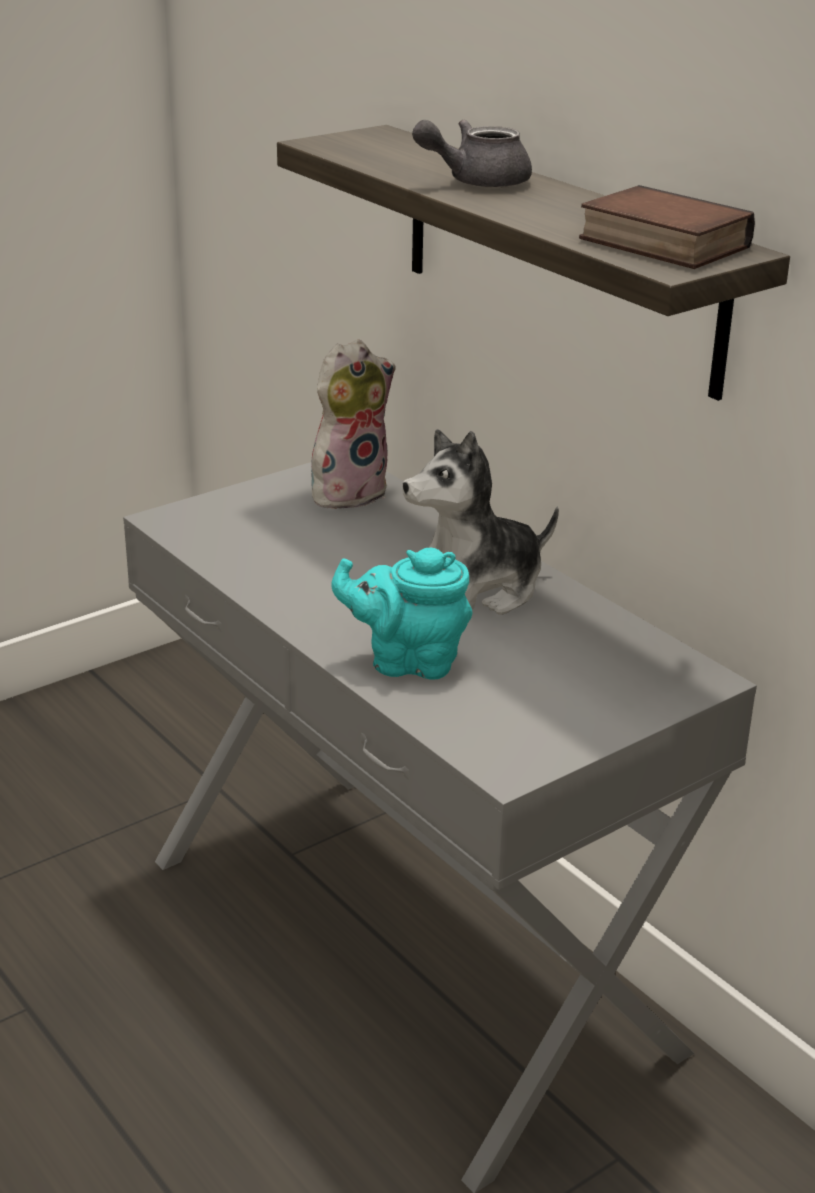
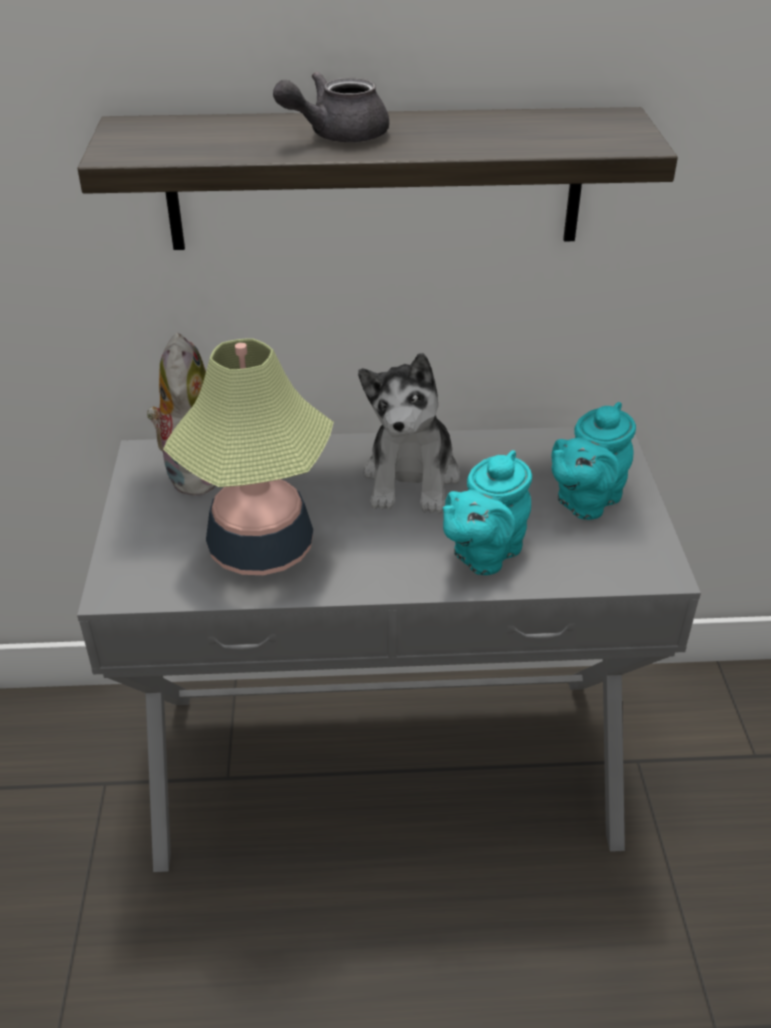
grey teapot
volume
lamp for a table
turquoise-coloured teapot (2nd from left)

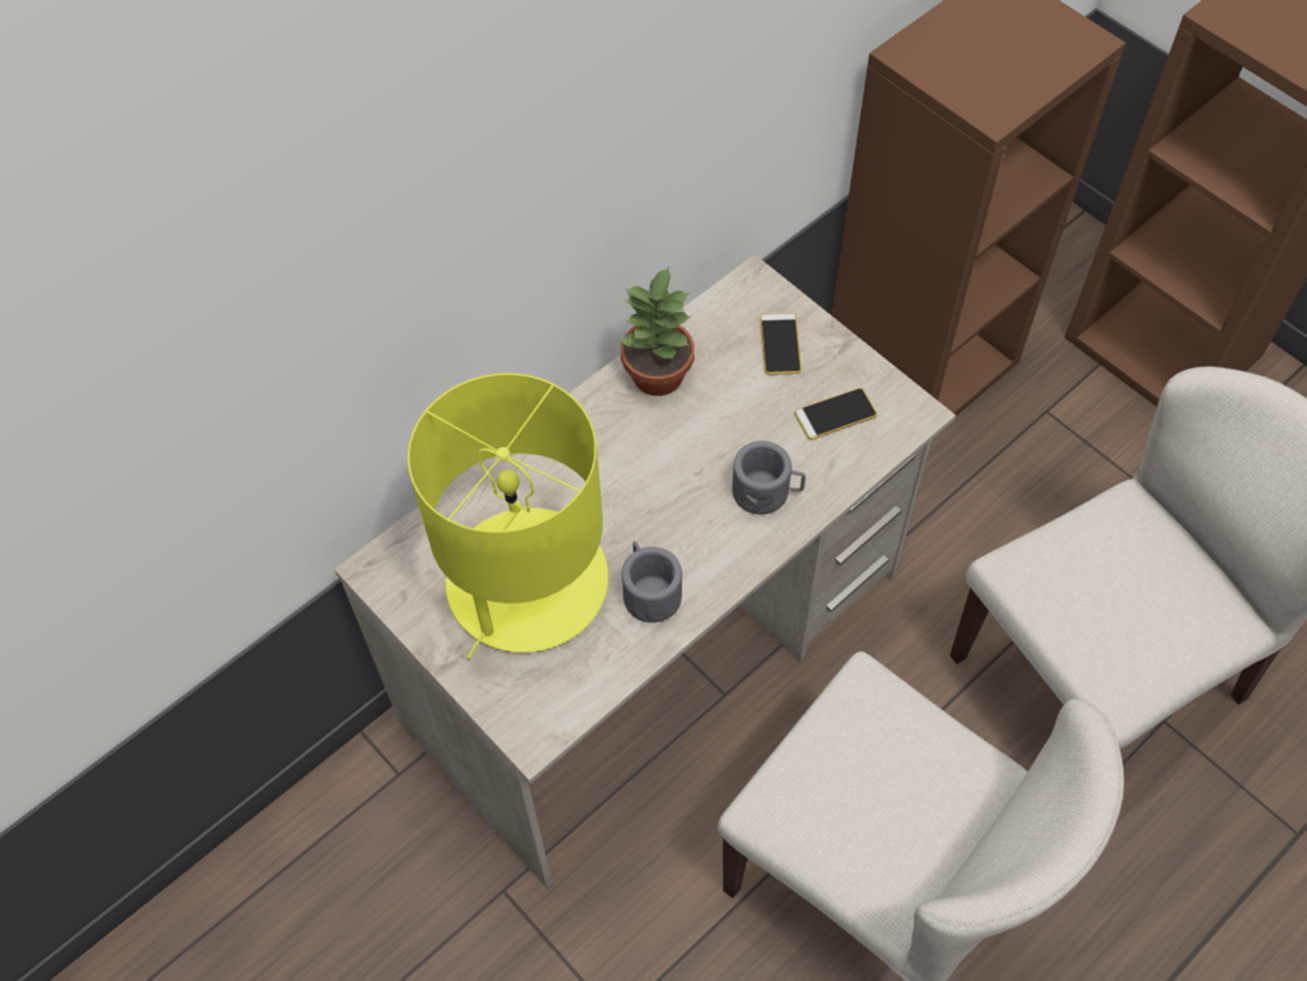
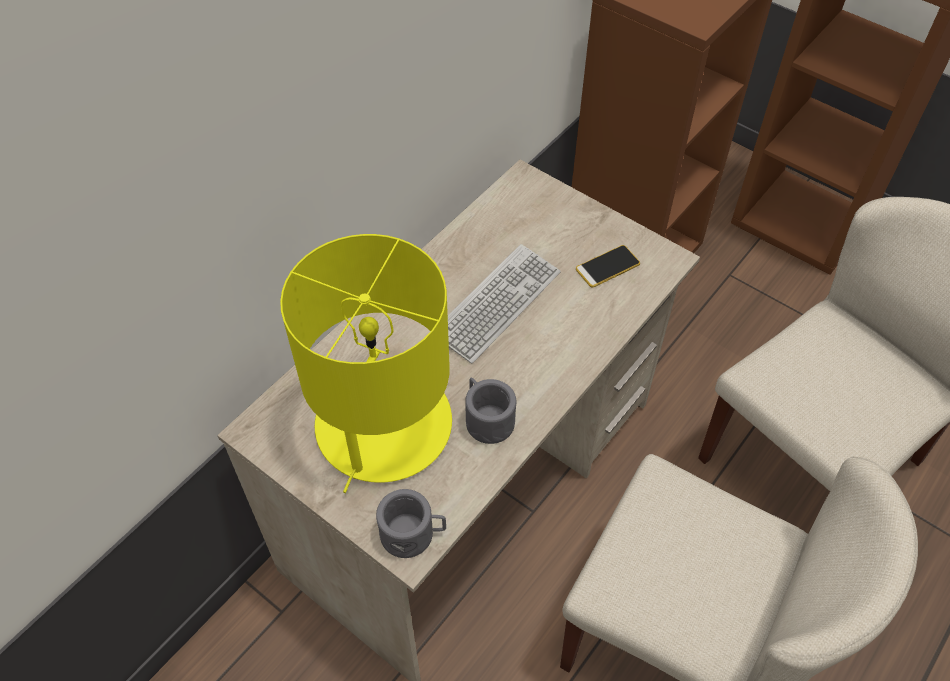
plant in a pot
handset (1st from left in the first image)
grey mug (1st from left)
computer keyboard

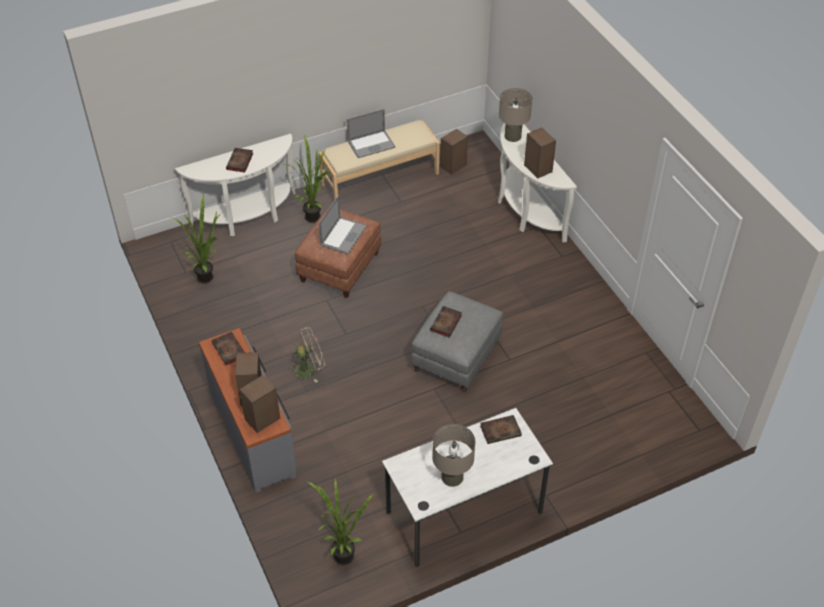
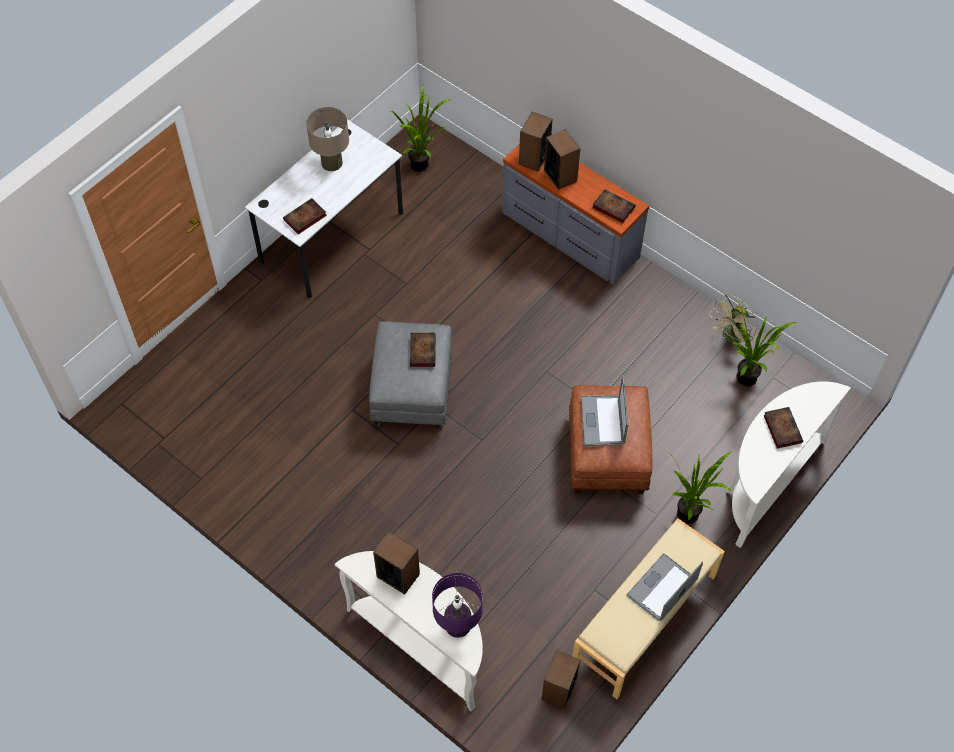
purple lamp for a table
beige electric fan

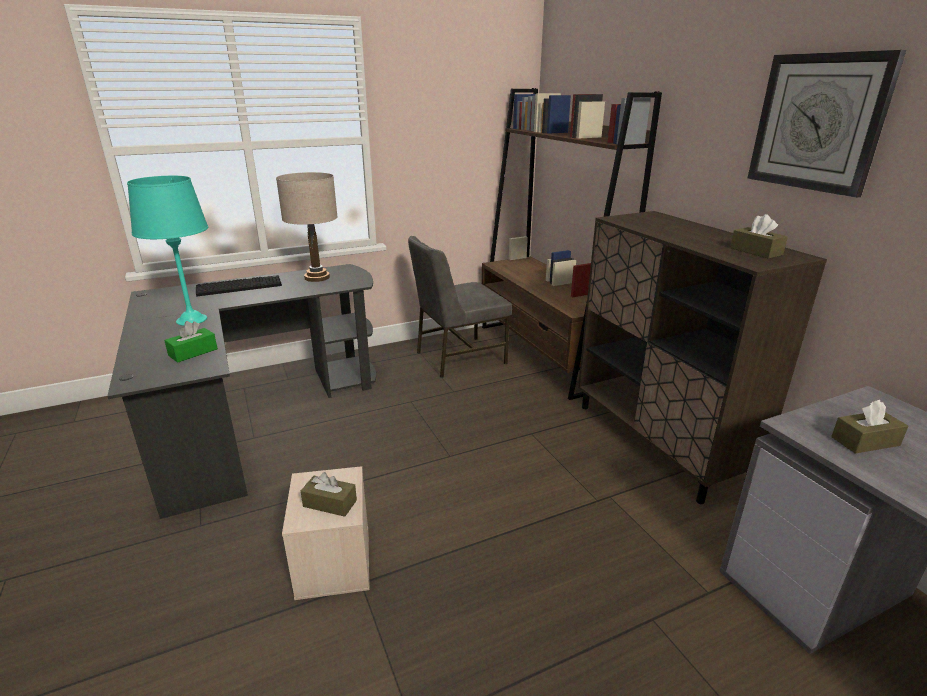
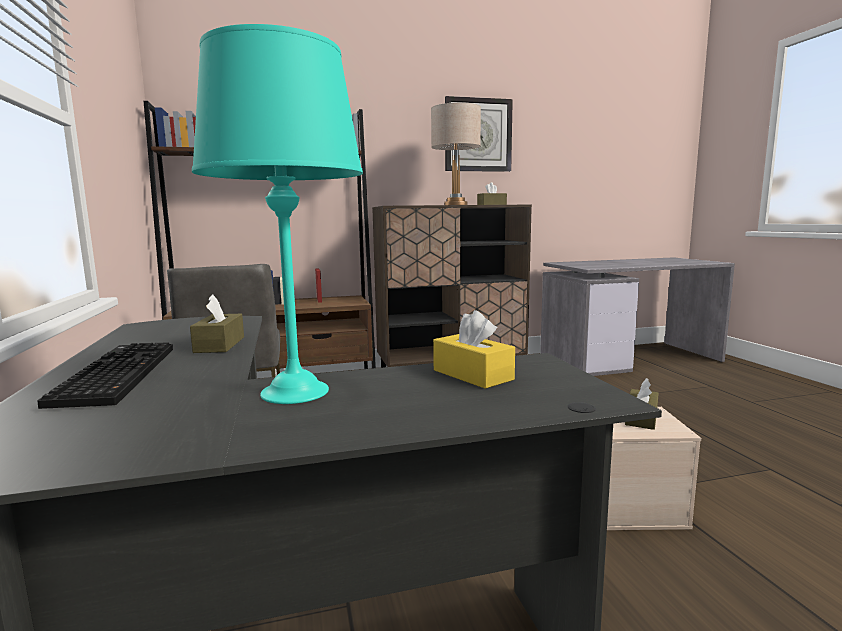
beige lamp for a table
yellow box of tissues
brown-coloured box of tissues (1st from left)

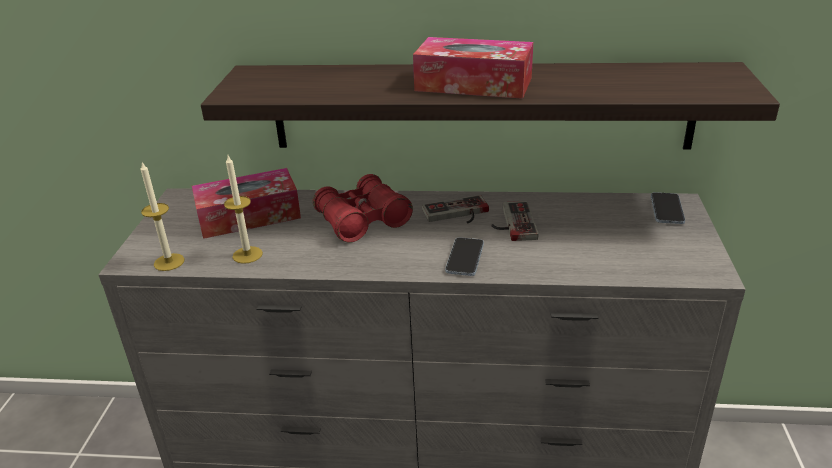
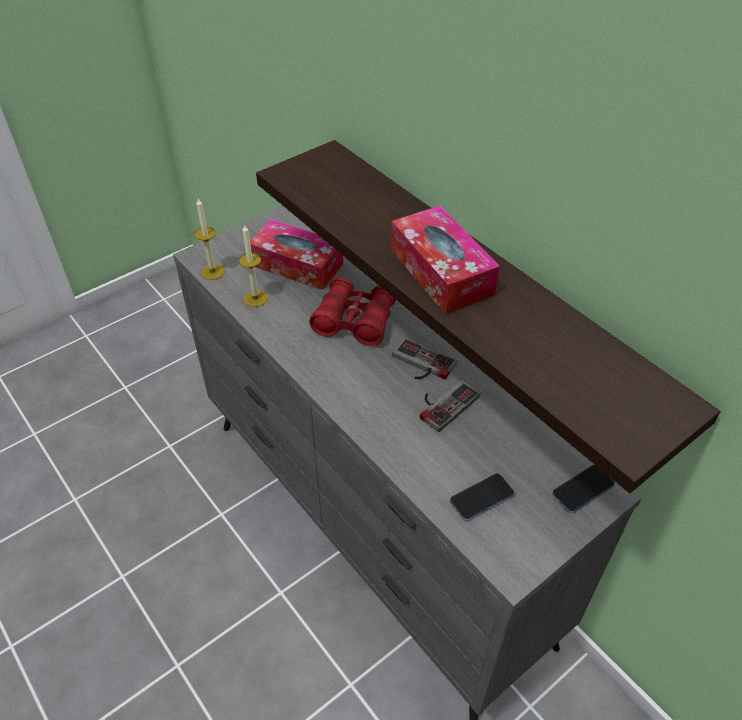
handset (1st from left)

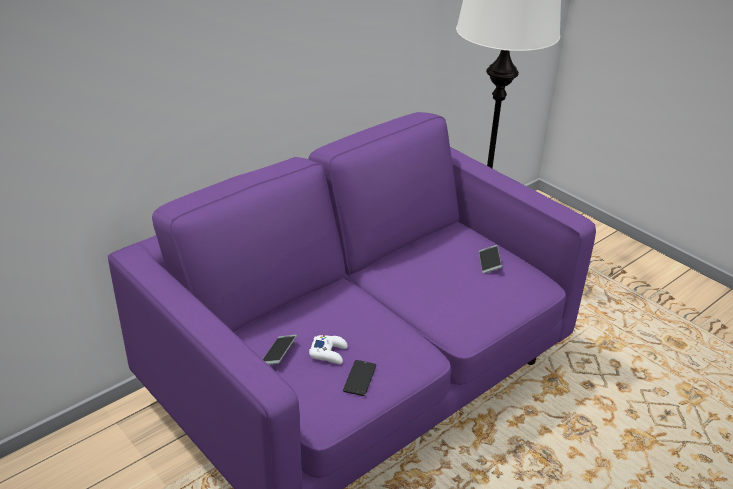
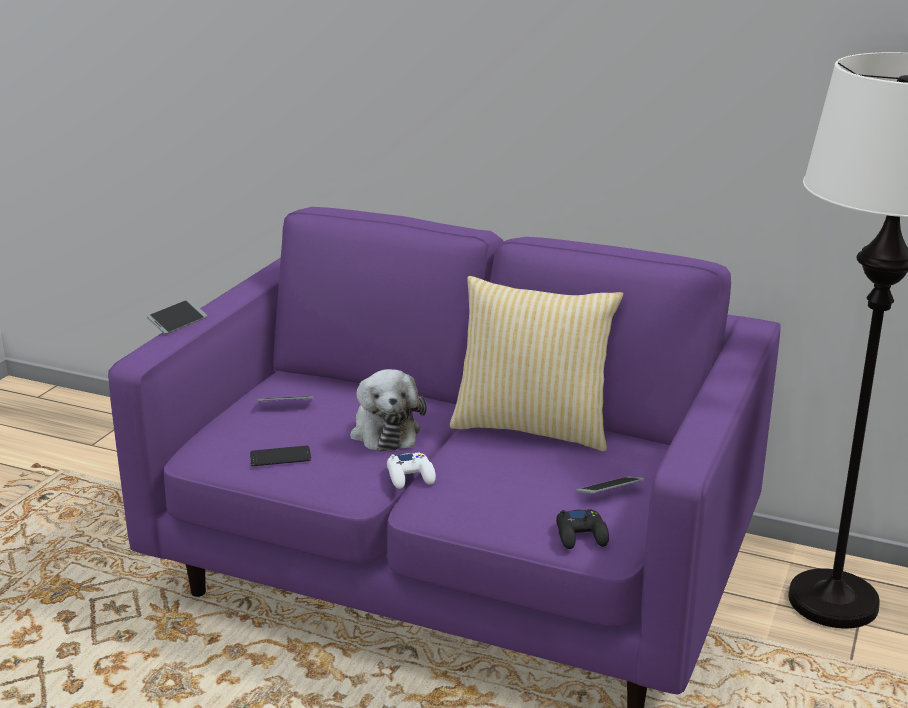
white-coloured game controller
cushion
handset (1st from left)
cuddly toy
black game controller

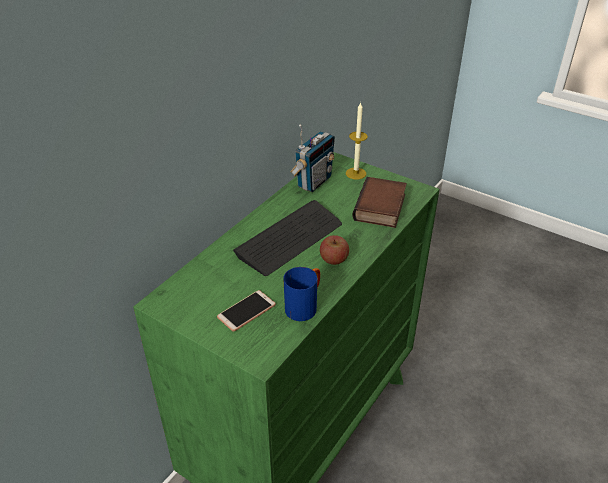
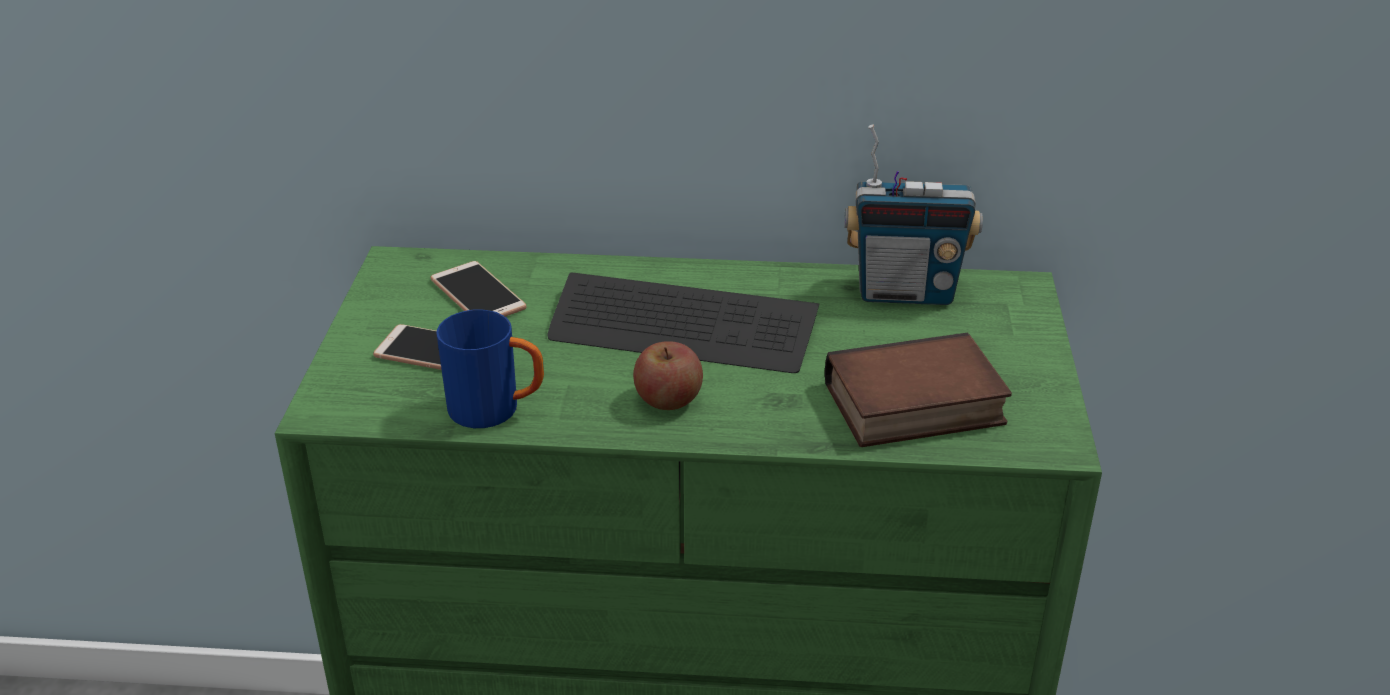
wax candle
handset (2nd from left)

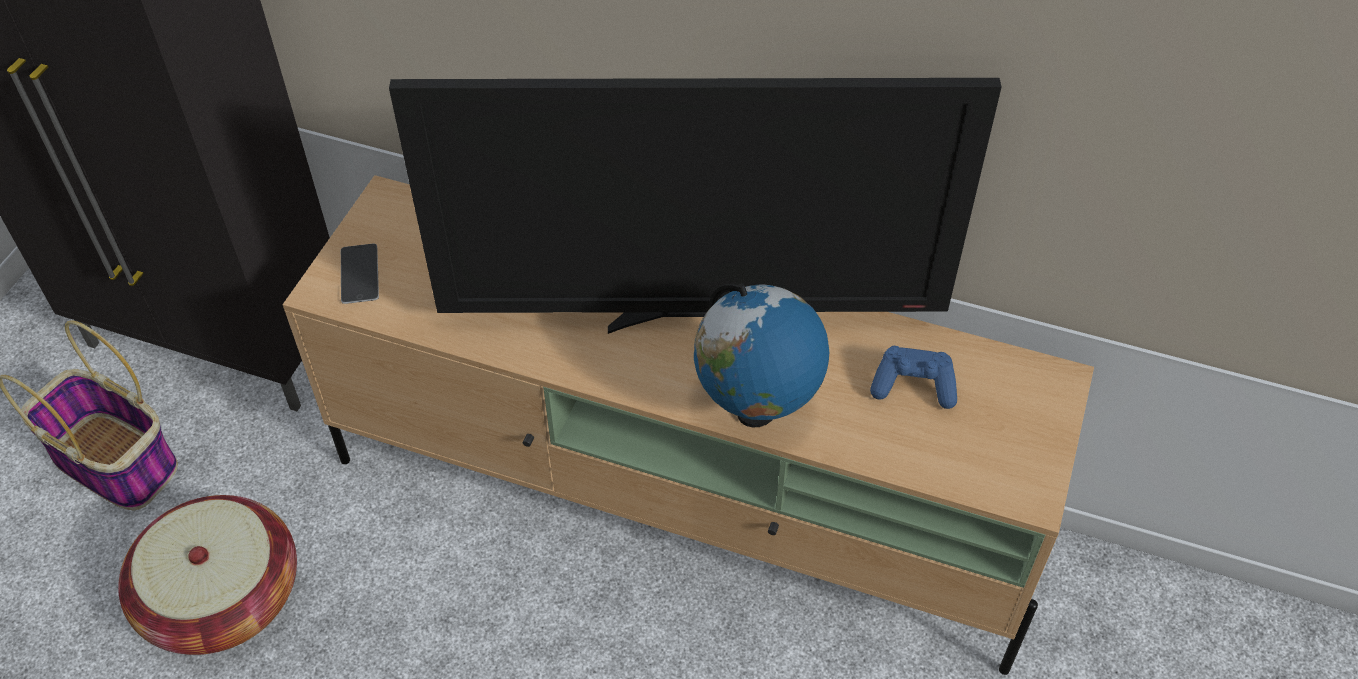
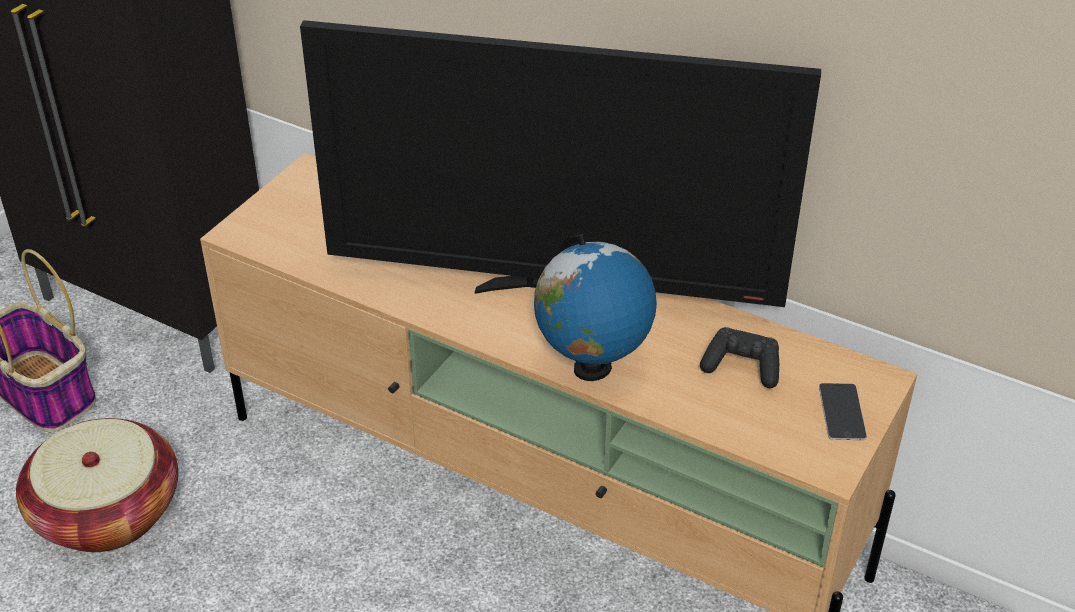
handset
black game controller

